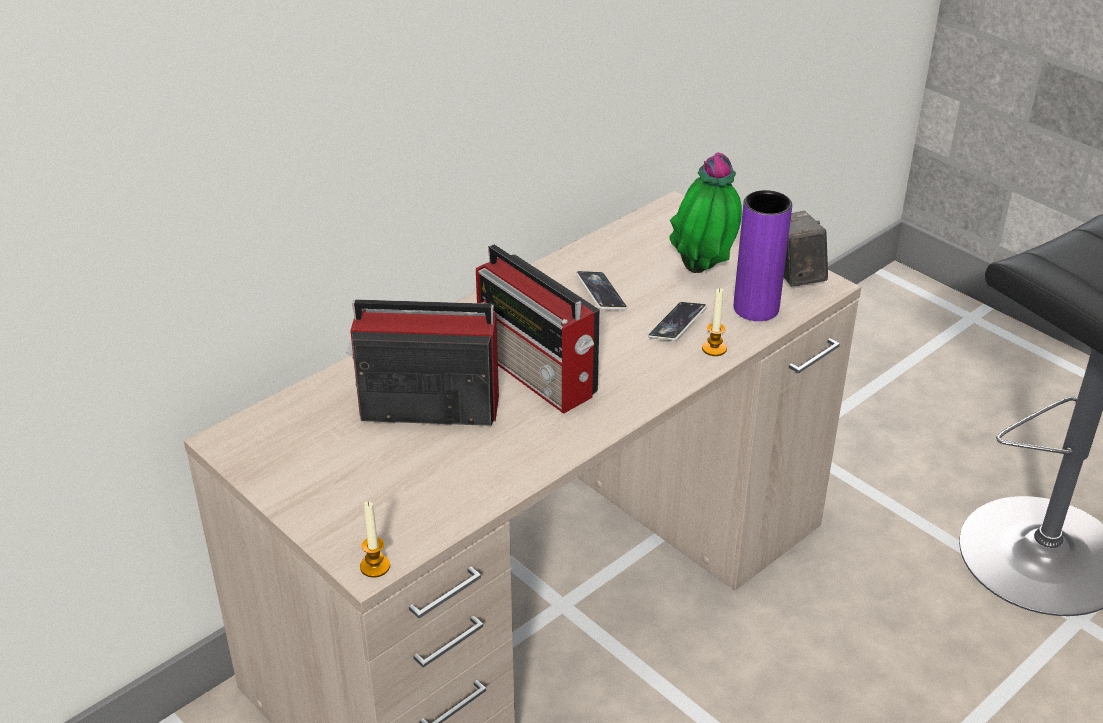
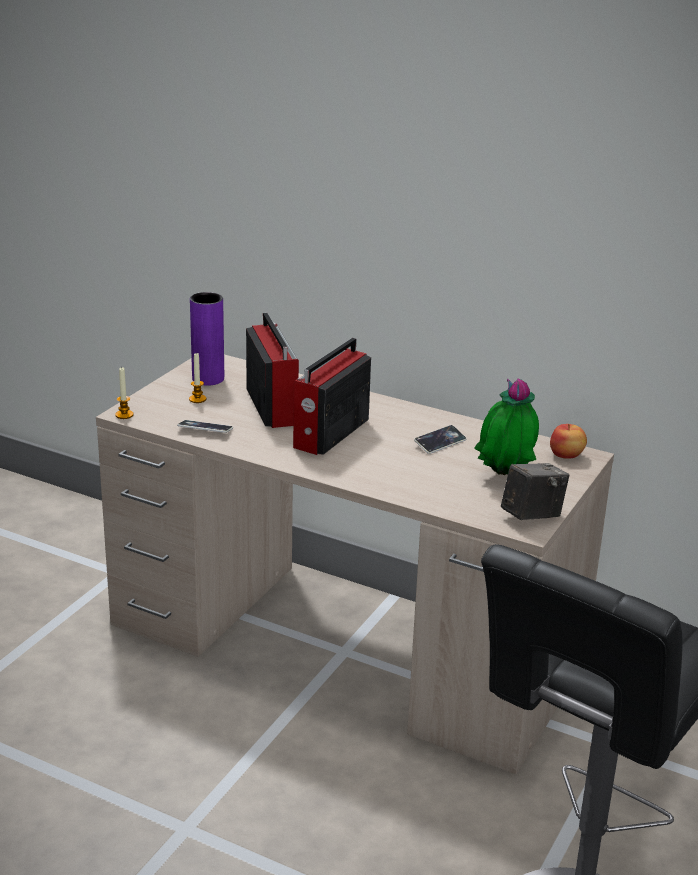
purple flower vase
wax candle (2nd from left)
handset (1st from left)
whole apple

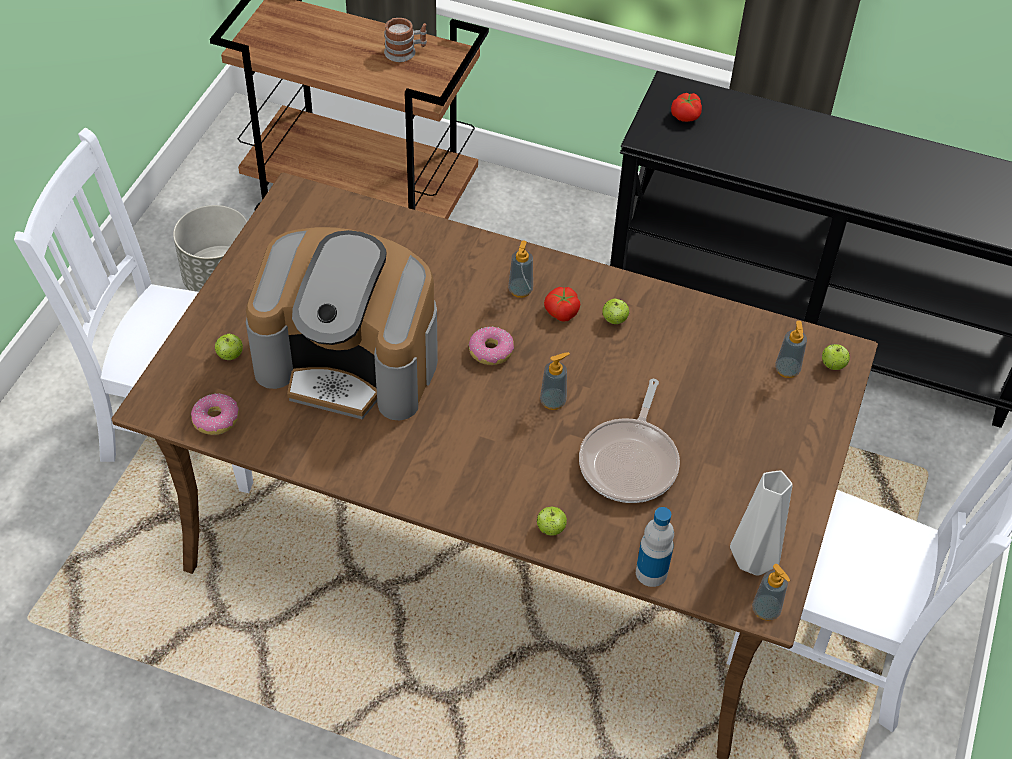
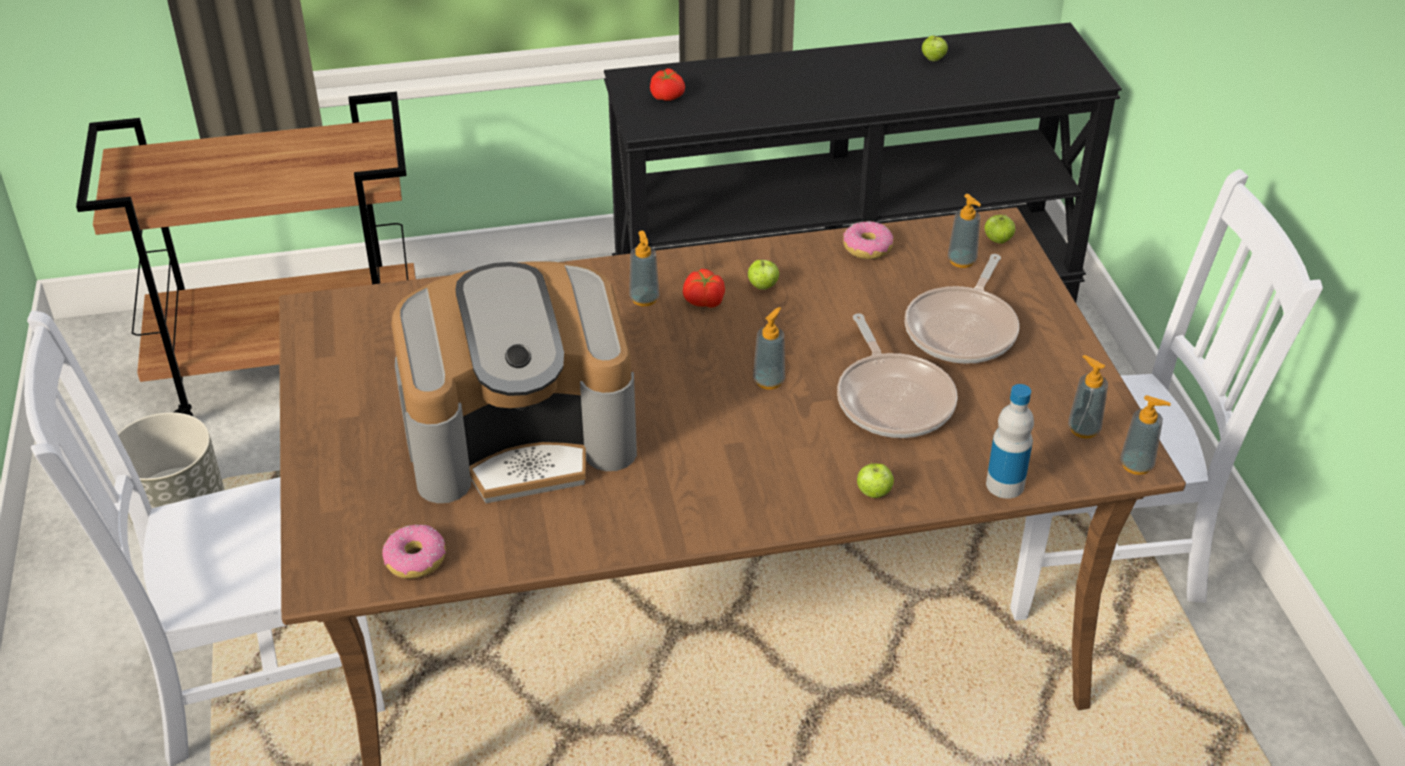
mug
doughnut (2nd from left)
whole apple (3rd from left)
soap bottle (4th from left)
pan (2nd from left)

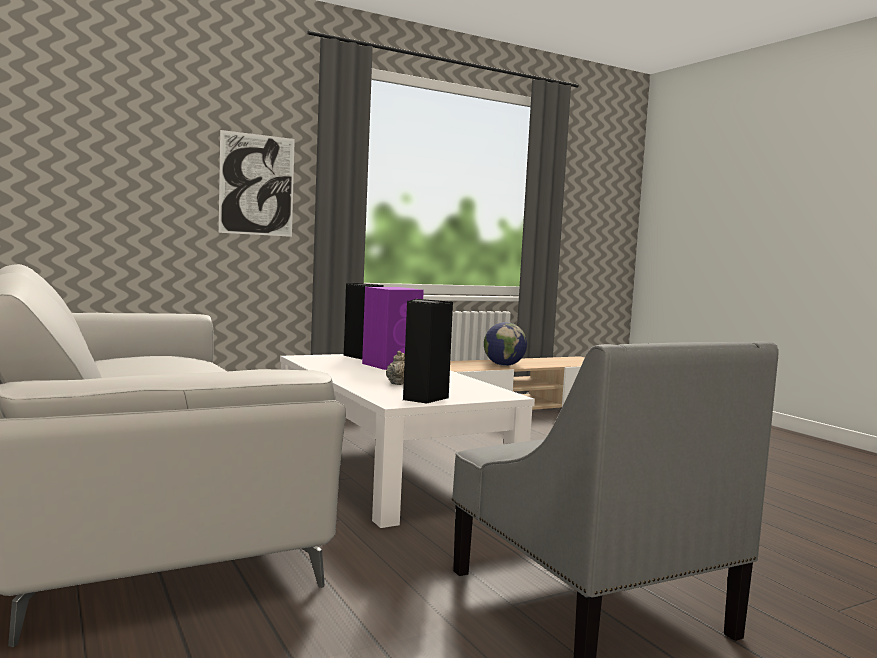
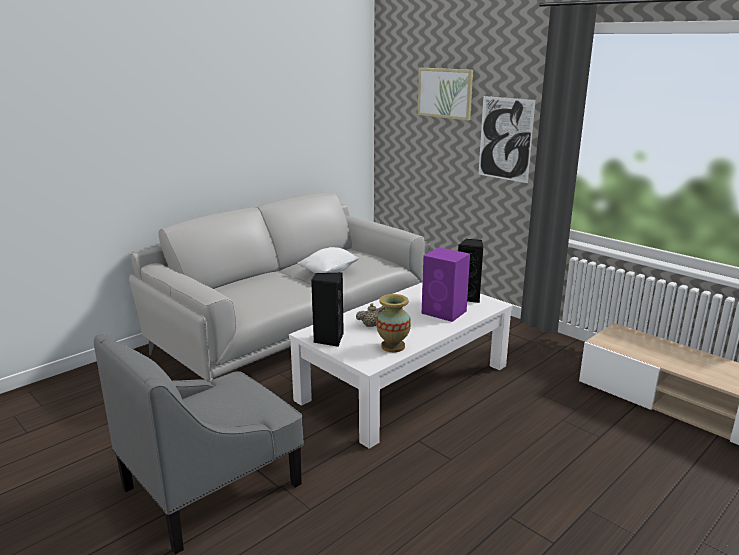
desk globe
picture (1st from left)
white-coloured cushion
flower vase

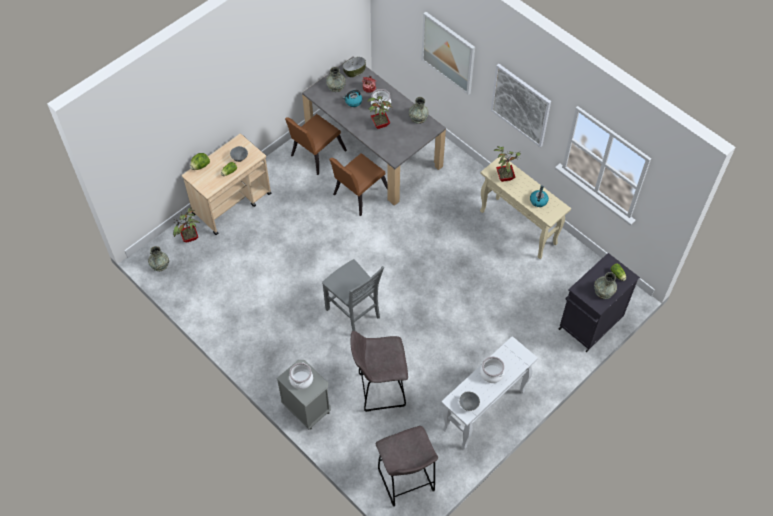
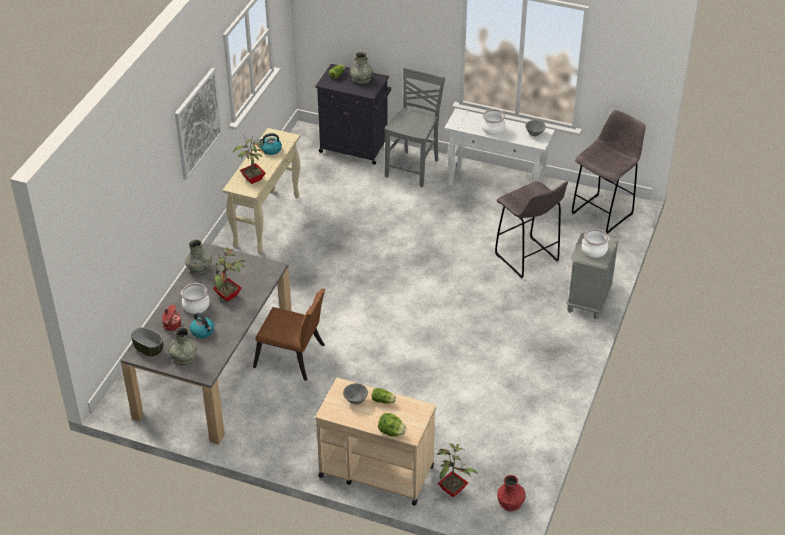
picture (1st from left in the first image)
brown-coloured chair (1st from left in the first image)
red flower vase
grey chair

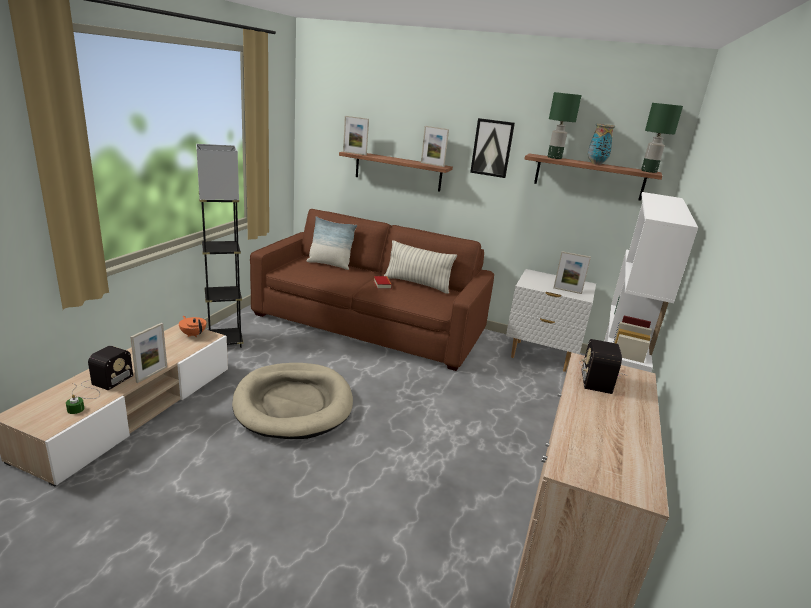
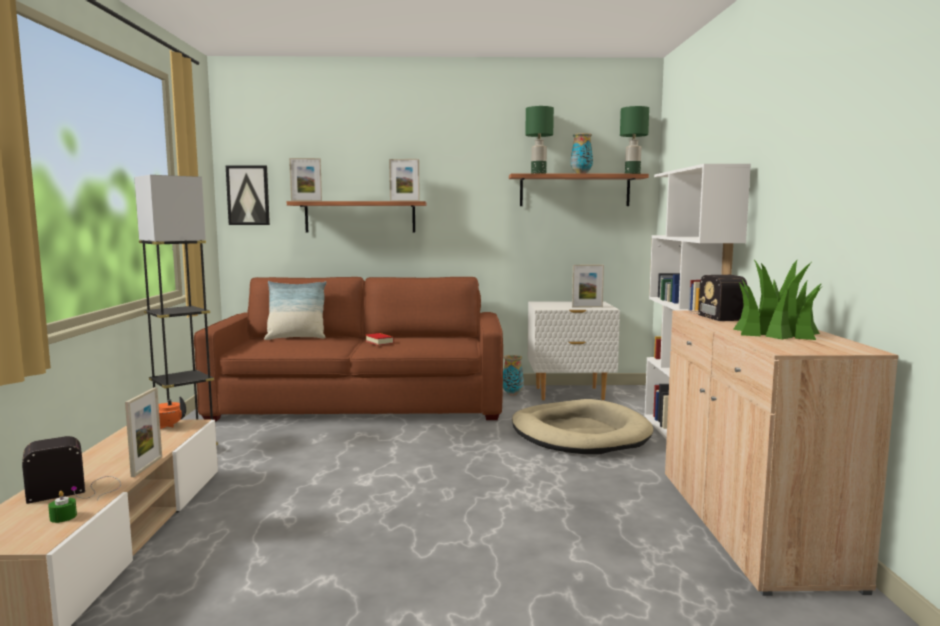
picture
cushion (2nd from left in the first image)
radio set (1st from left)
beige dog bed
plant in a pot
flower vase (1st from left)

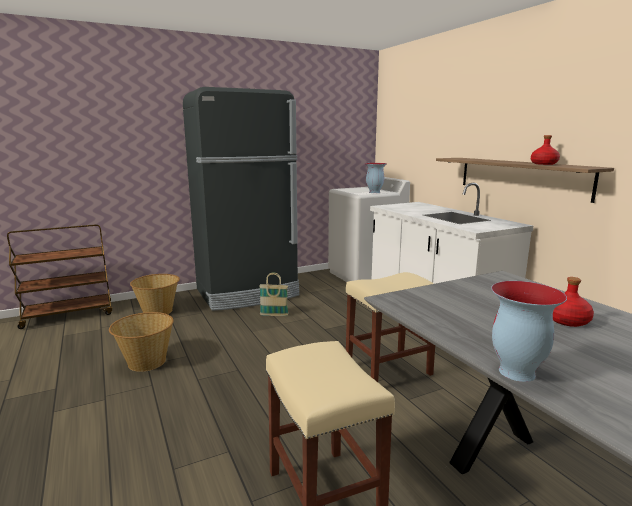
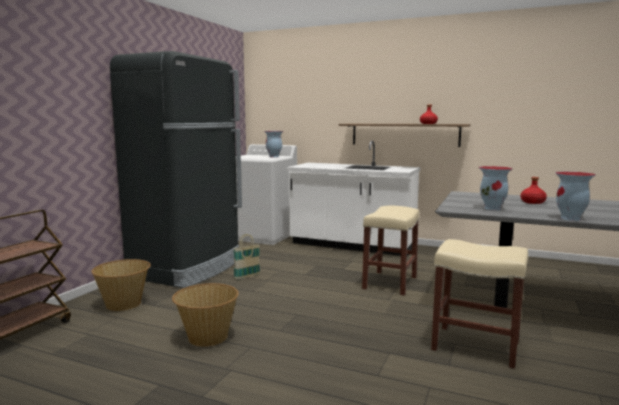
flower vase (2nd from left)

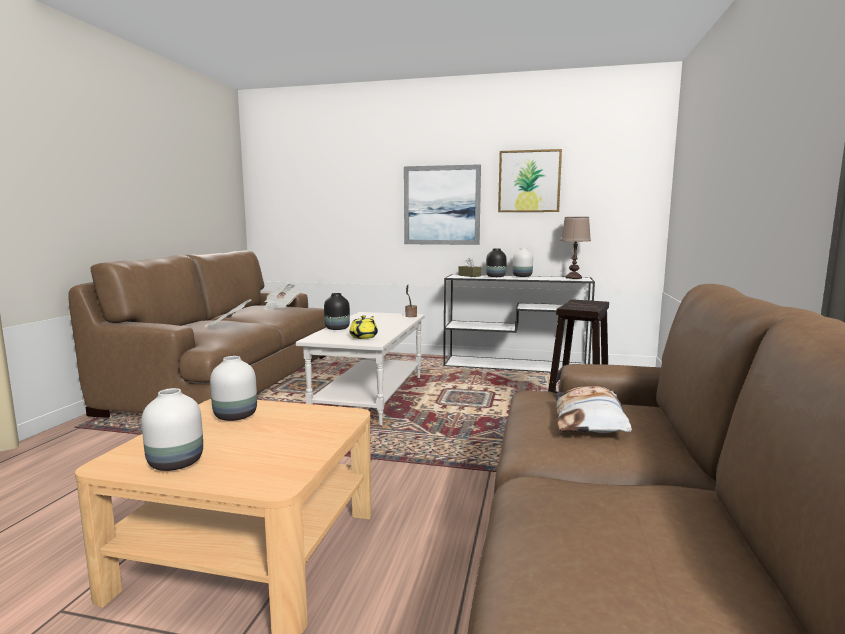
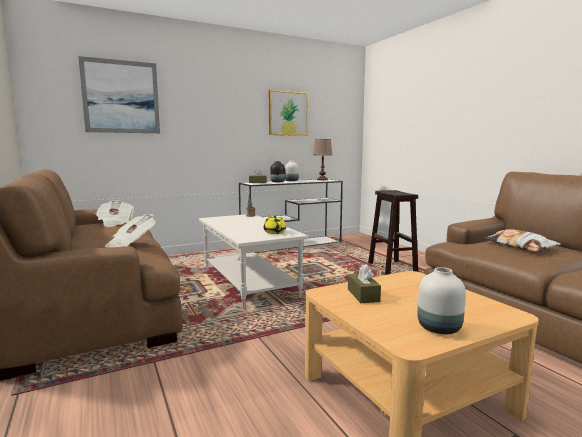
picture (1st from left)
black flower vase (1st from left in the first image)
brown-coloured box of tissues (2nd from left)

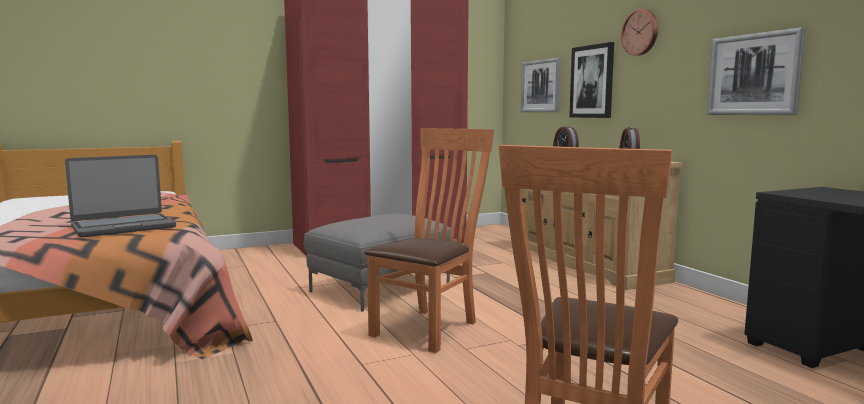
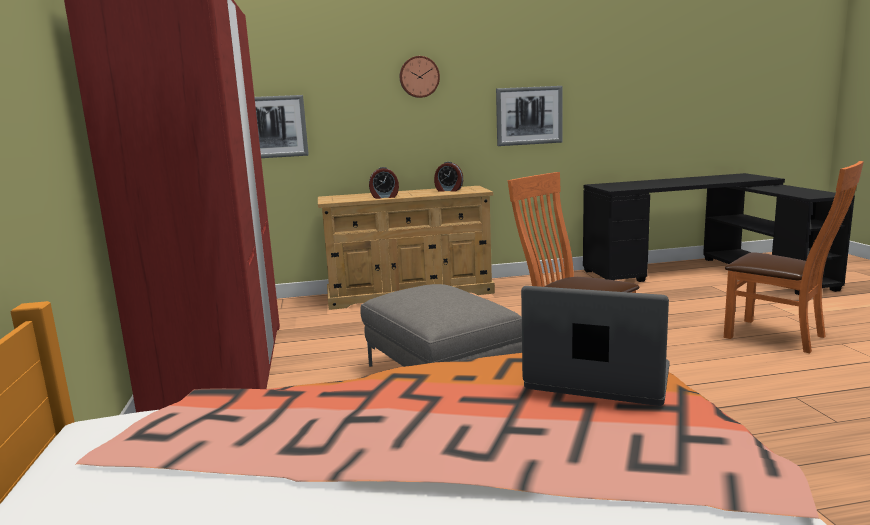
picture (2nd from left in the first image)
notebook computer

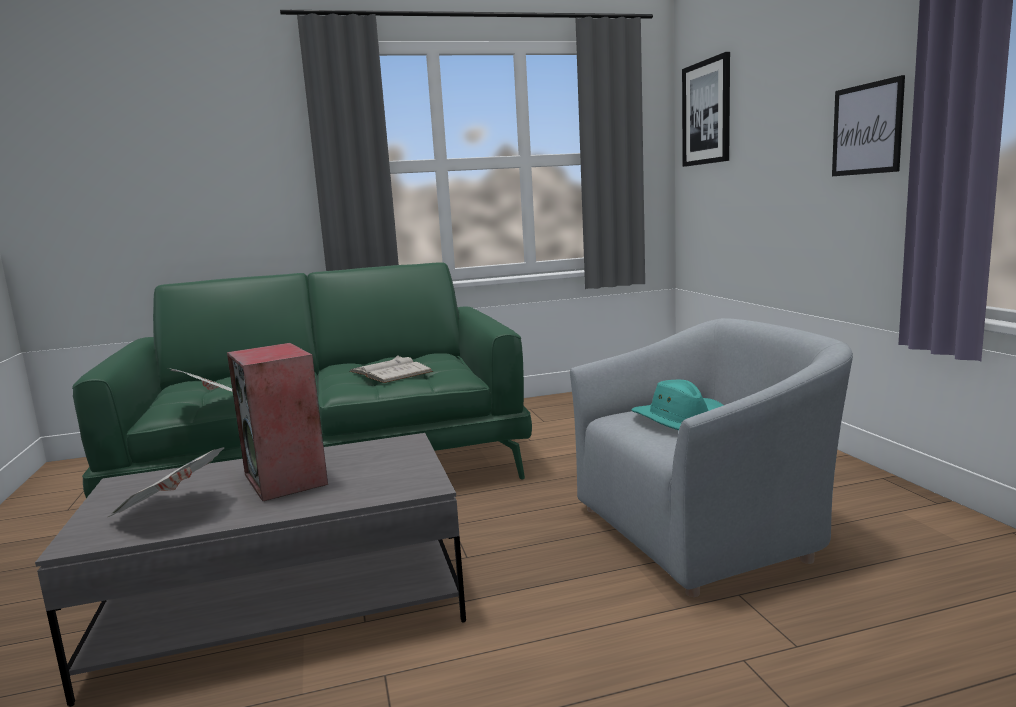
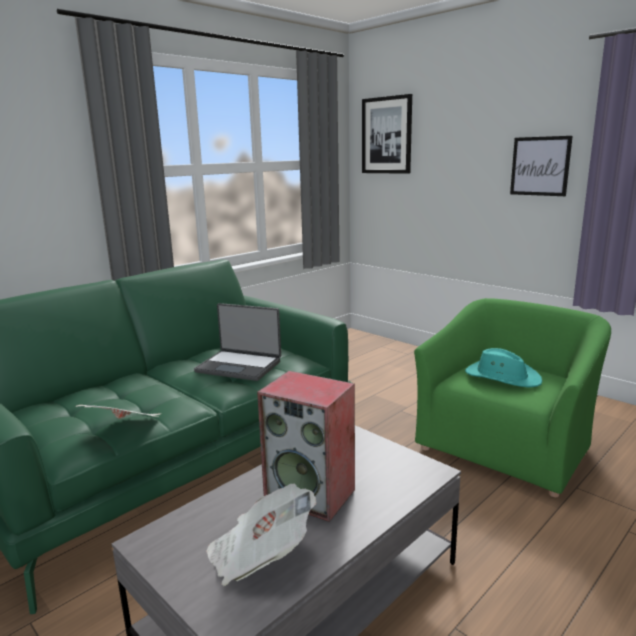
greenish armchair
notebook computer

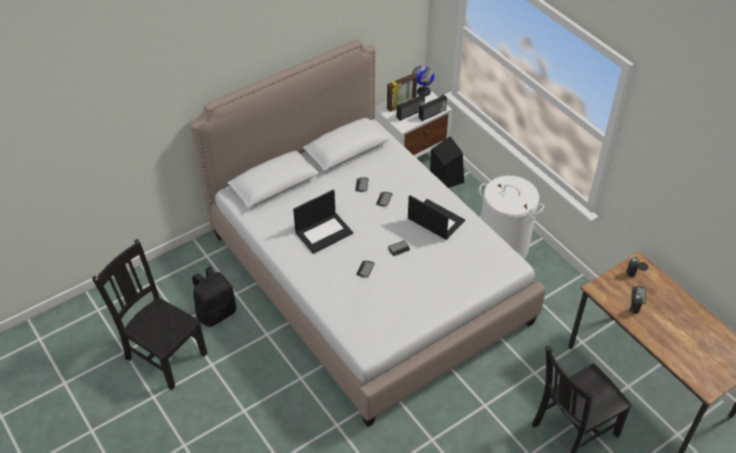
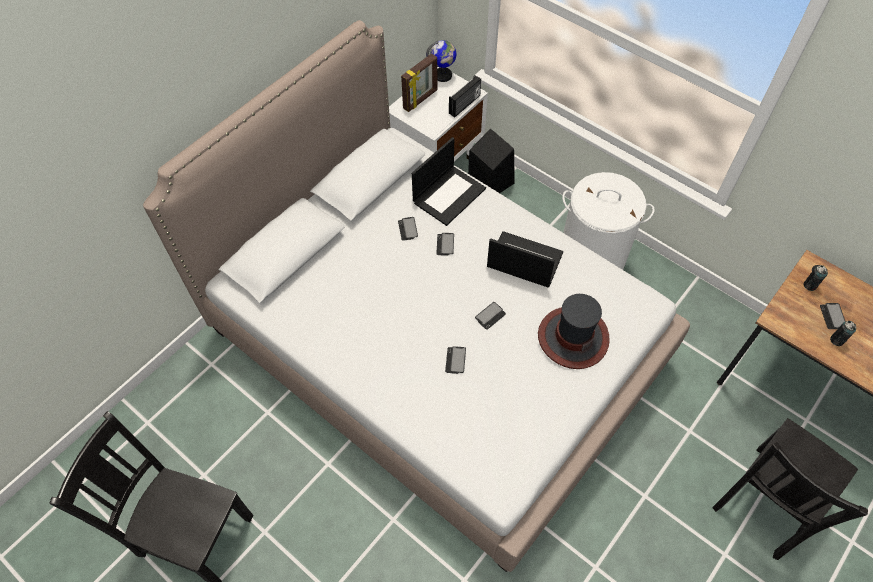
radio set (1st from left in the first image)
notebook computer (1st from left)
black backpack
clothing hat

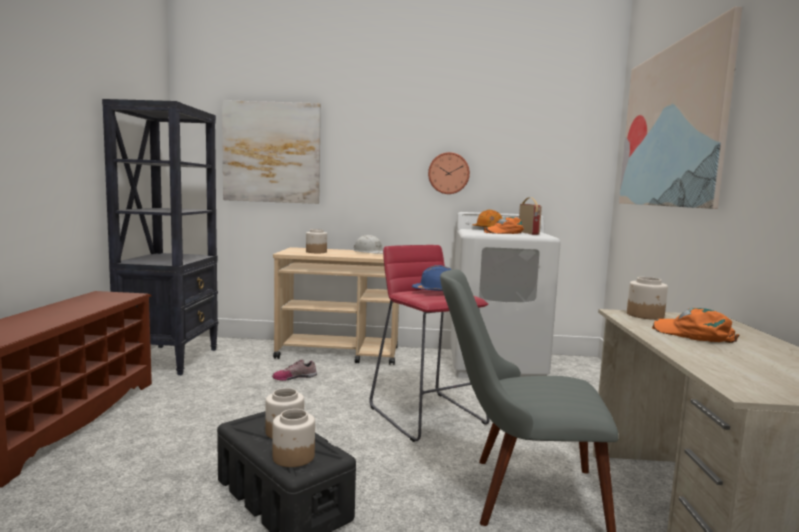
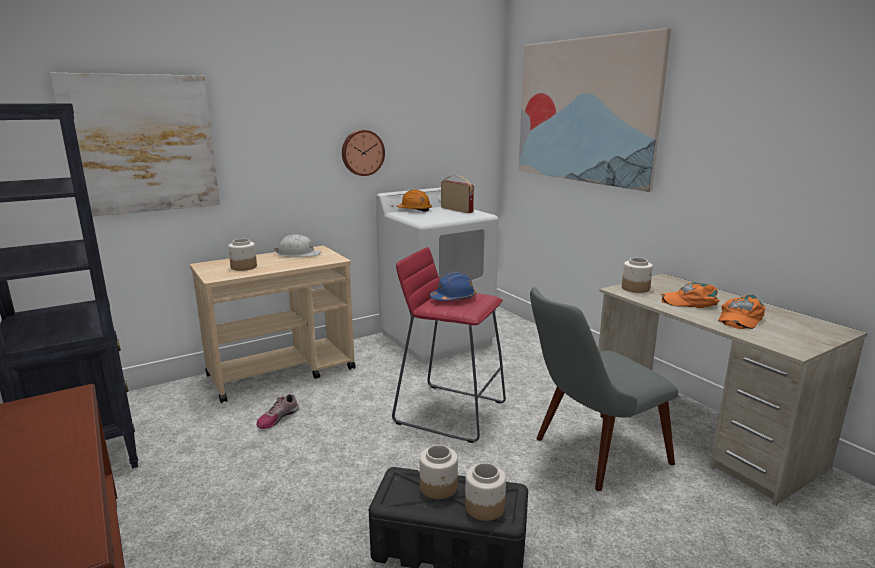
orange baseball cap (2nd from left)

